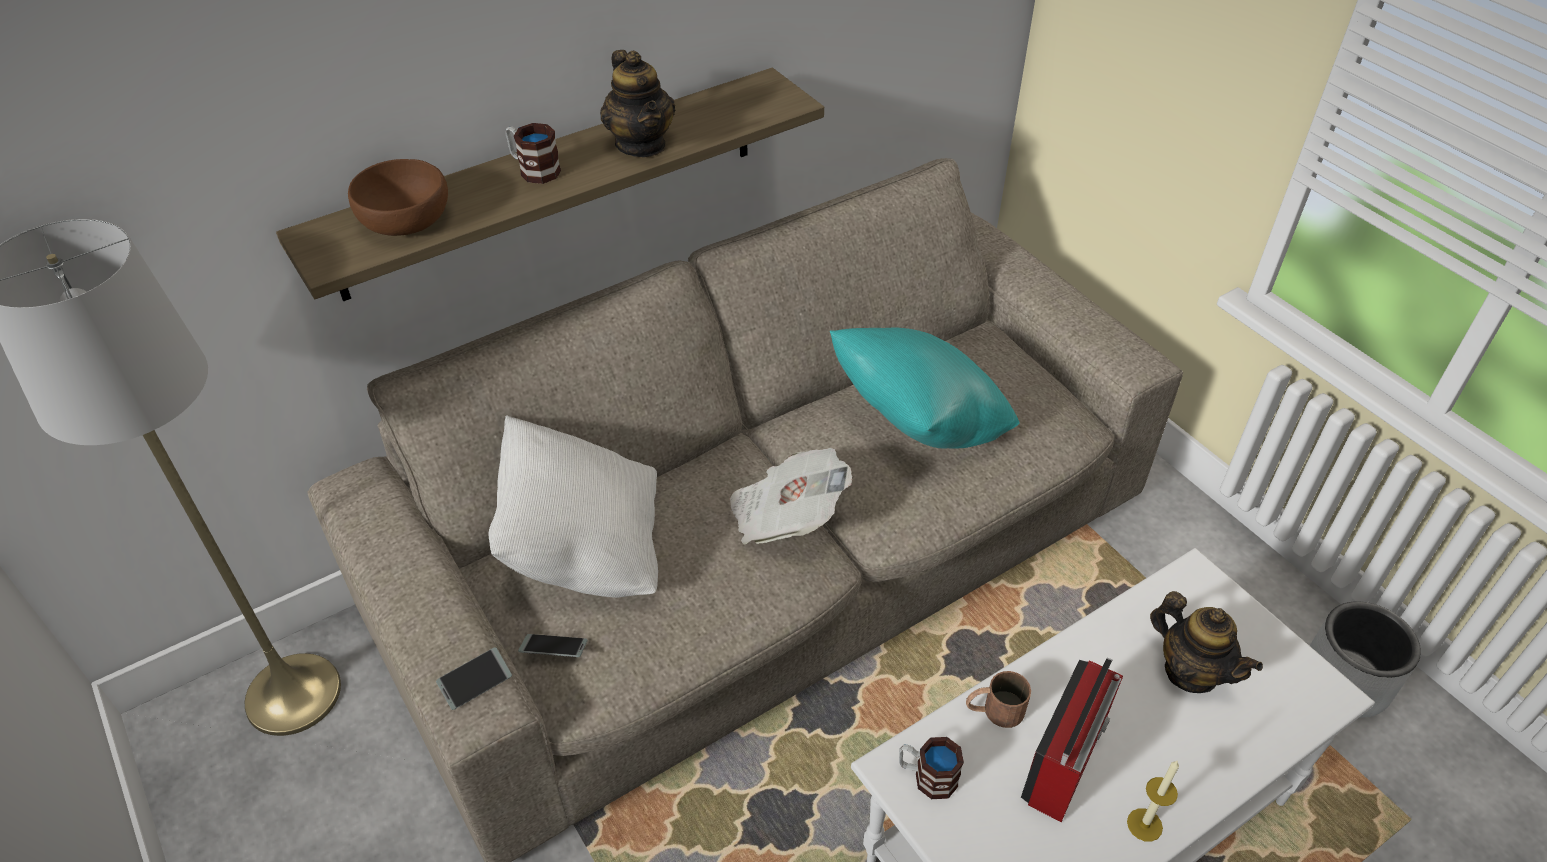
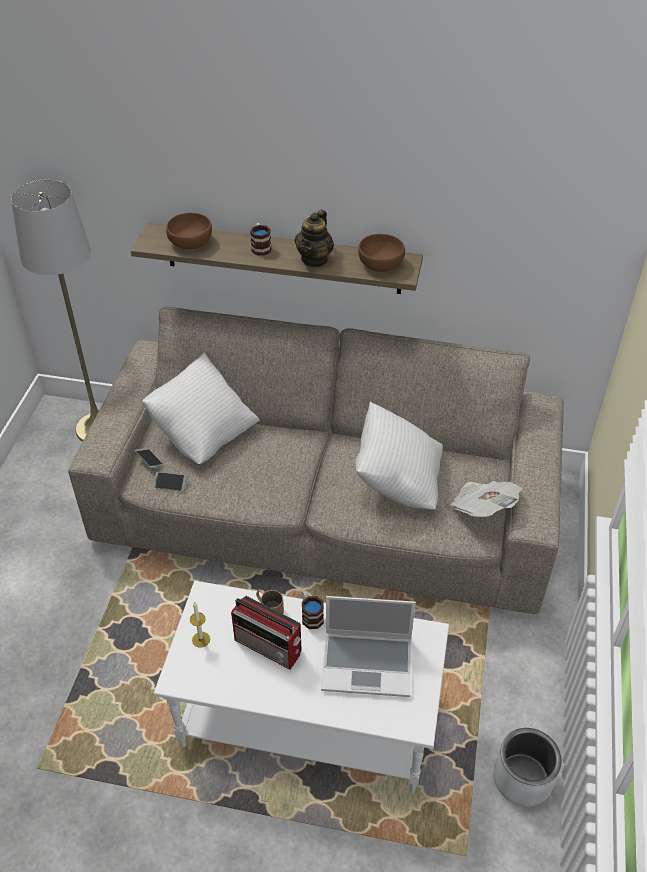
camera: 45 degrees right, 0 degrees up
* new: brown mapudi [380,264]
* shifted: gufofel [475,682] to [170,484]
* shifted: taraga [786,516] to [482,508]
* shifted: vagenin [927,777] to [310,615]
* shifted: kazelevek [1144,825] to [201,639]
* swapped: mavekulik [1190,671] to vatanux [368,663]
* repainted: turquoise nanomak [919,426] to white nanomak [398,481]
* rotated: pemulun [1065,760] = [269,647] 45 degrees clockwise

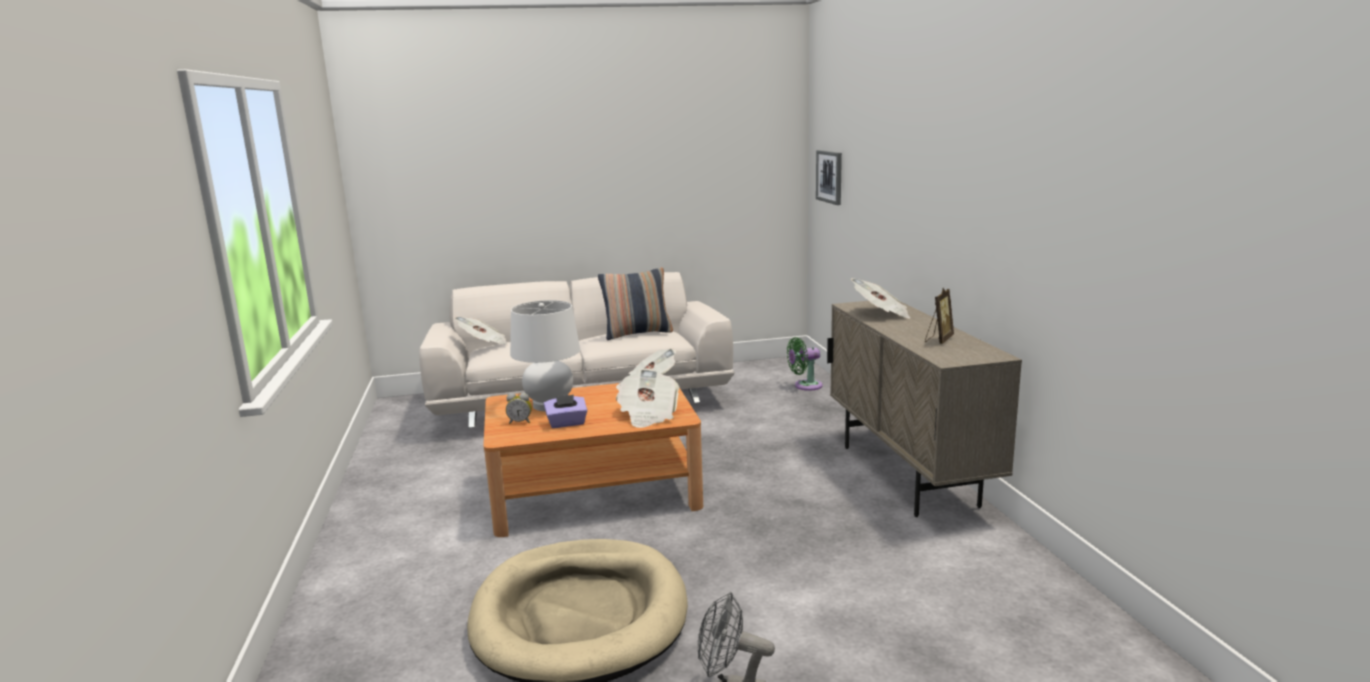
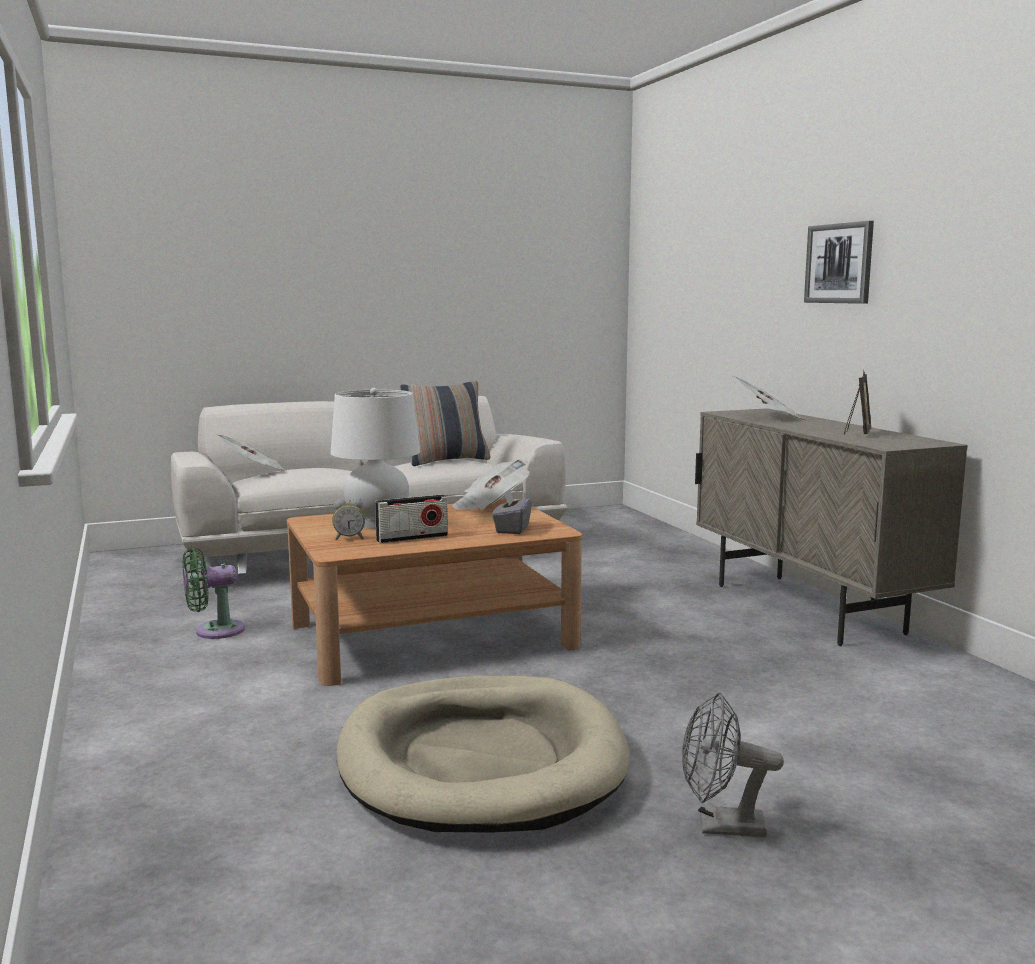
camera: 10 degrees left, 5 degrees down
* shifted: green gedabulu [805,386] to [214,631]
* shifted: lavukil [830,176] to [839,263]
* swapped: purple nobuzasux [566,423] to pemulun [412,538]
* swapped: taraga [648,415] to grey nobuzasux [512,529]

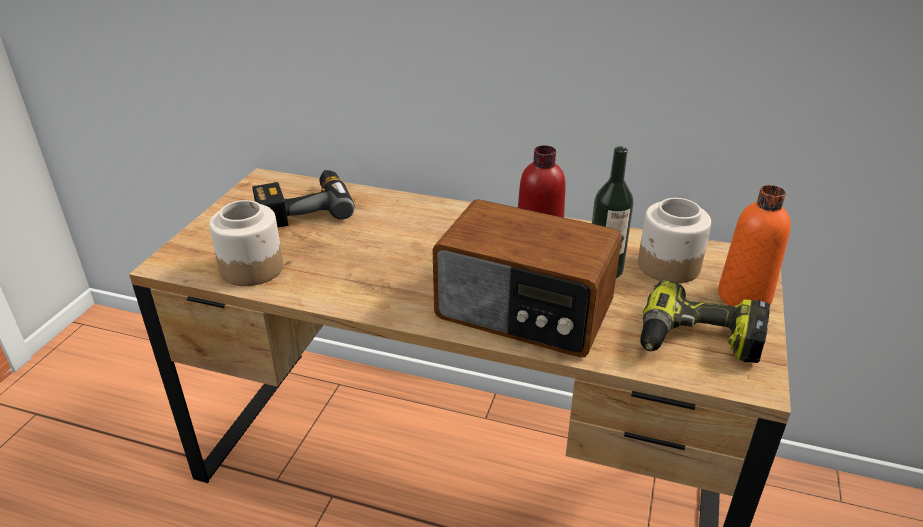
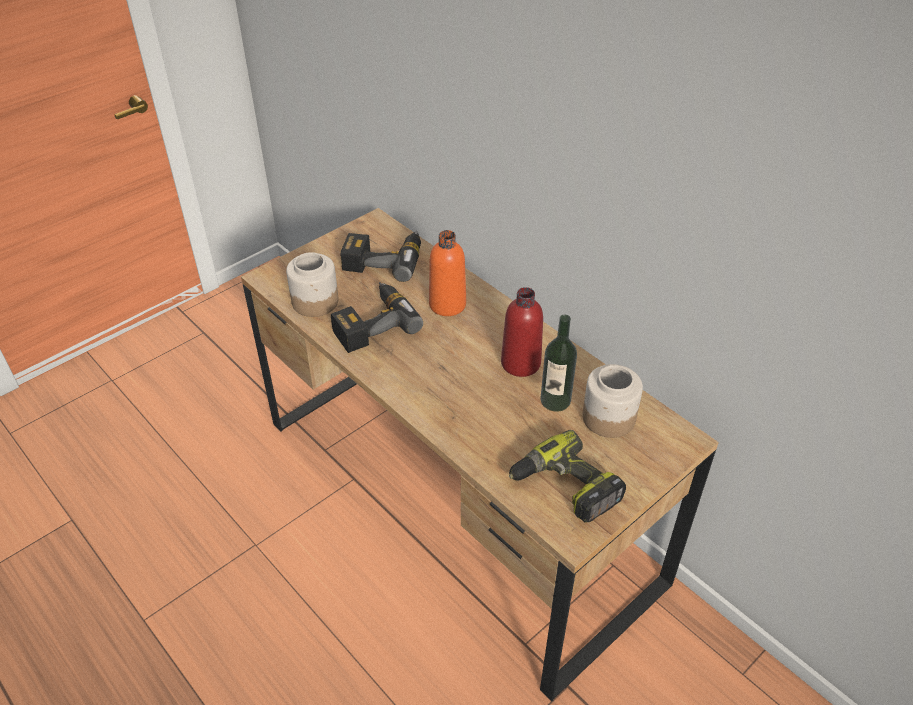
camera: 30 degrees right, 10 degrees up
* gone: pemulun [524,312]
* new: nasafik [372,323]
* shifted: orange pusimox [744,297] to [447,304]

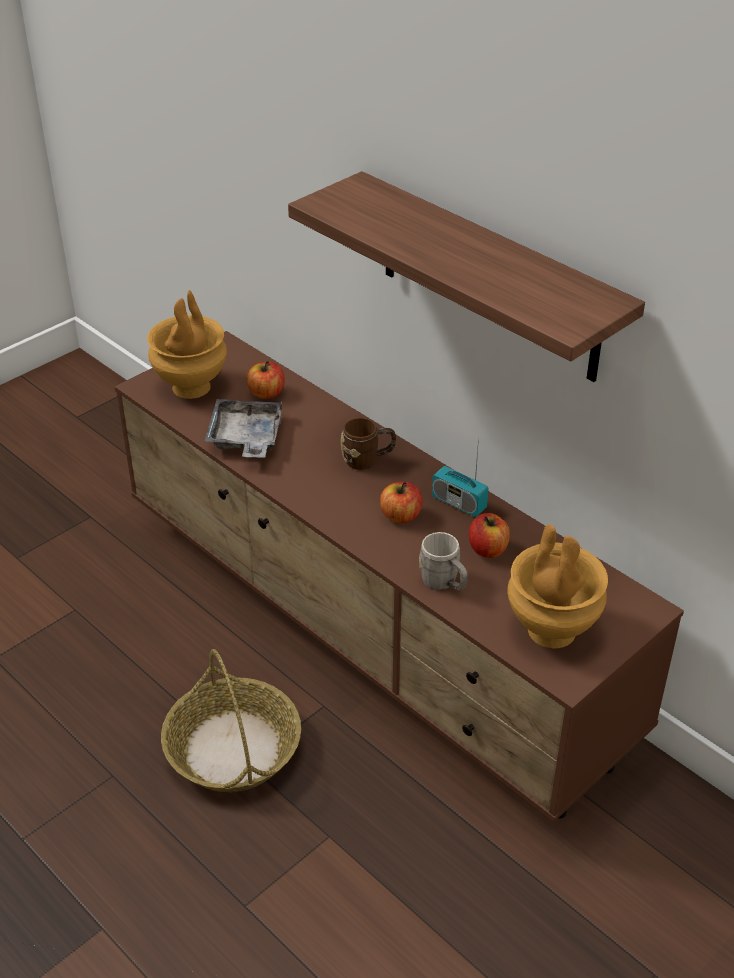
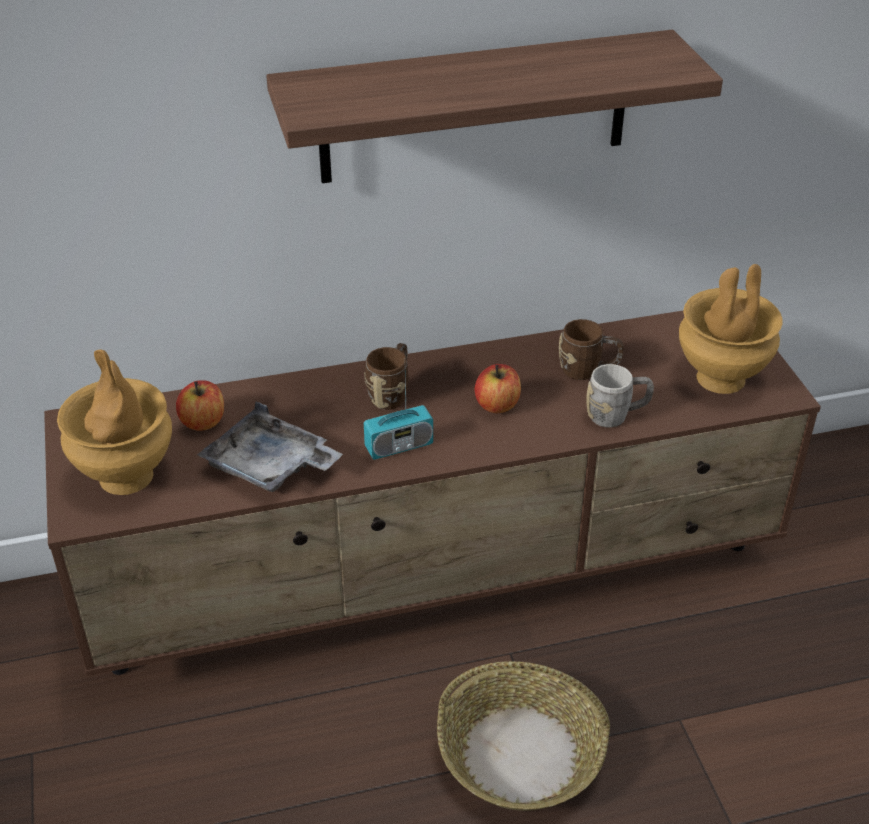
camera: 60 degrees left, 0 degrees up
* shifted: pemulun [459,503] to [399,446]
* swapped: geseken [488,549] to brown vagenin [588,371]

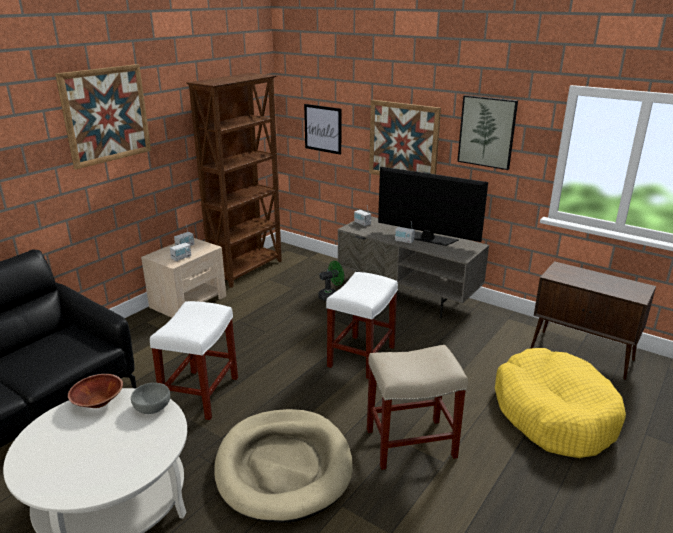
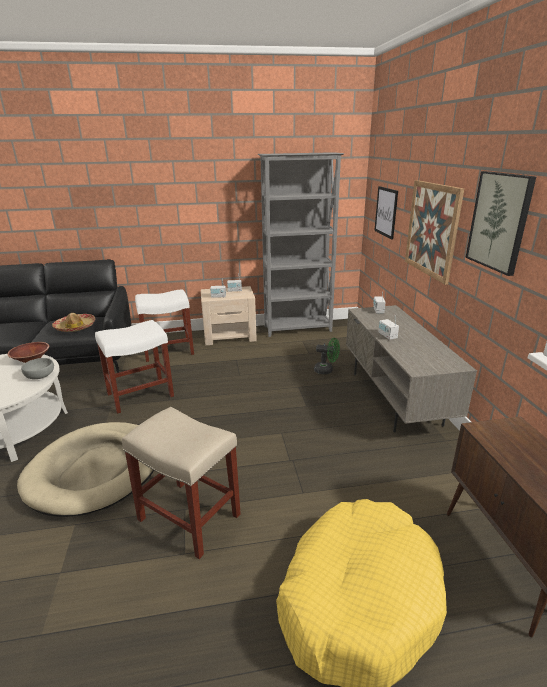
camera: 45 degrees right, 0 degrees up
* gone: lavukil [106,115]
* gone: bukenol [427,238]
* new: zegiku [75,327]
* shifted: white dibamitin [361,357] to [167,351]
* repainted: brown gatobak [247,270] to grey gatobak [298,329]

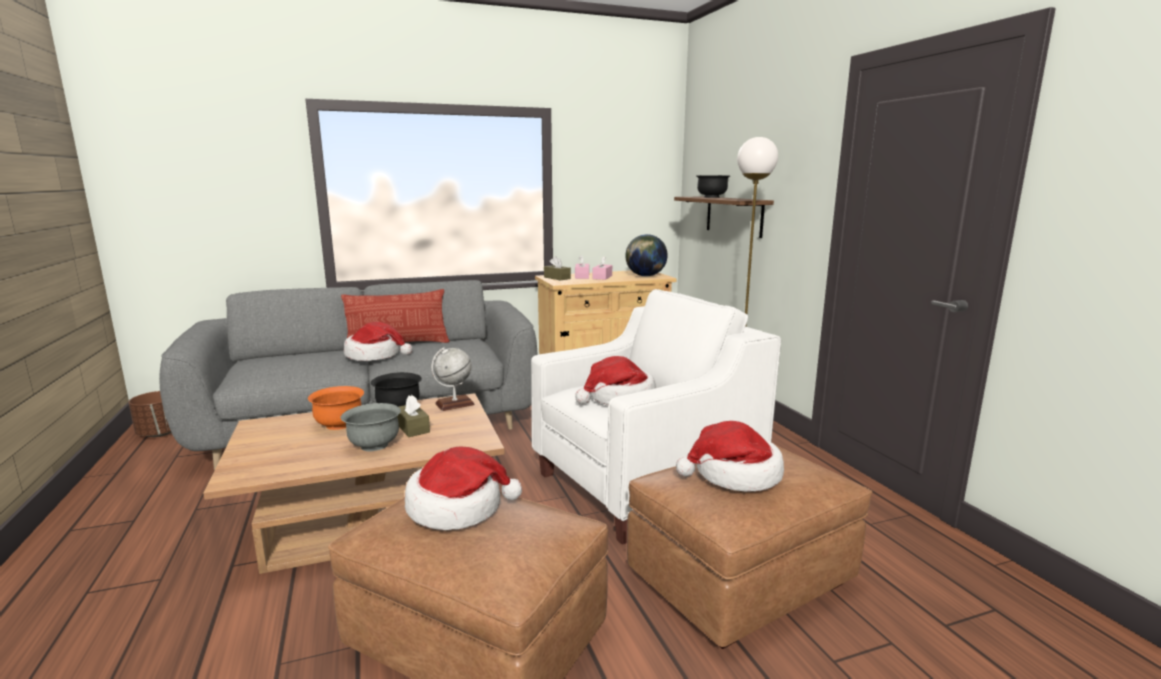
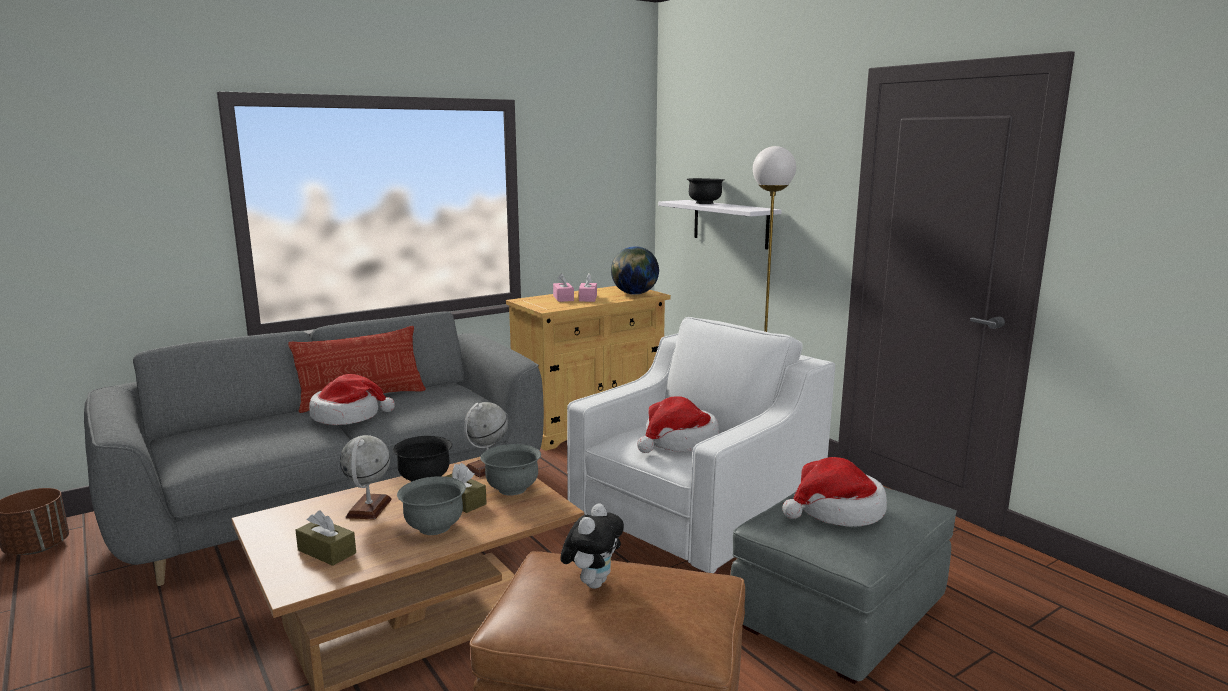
camera: 15 degrees left, 0 degrees up
* new: grey mapudi [512,489]
* shifted: brown nobuzasux [557,278] to [327,552]
* swapped: orange mapudi [339,425] to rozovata [369,508]
* swapped: zegiku [458,507] to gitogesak [593,582]
* repainted: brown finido [741,580] to grey finido [839,616]
* repainted: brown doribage [734,216] to white doribage [730,223]

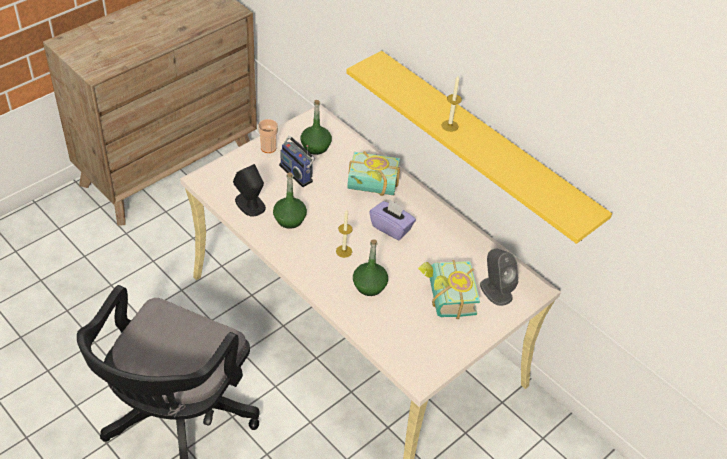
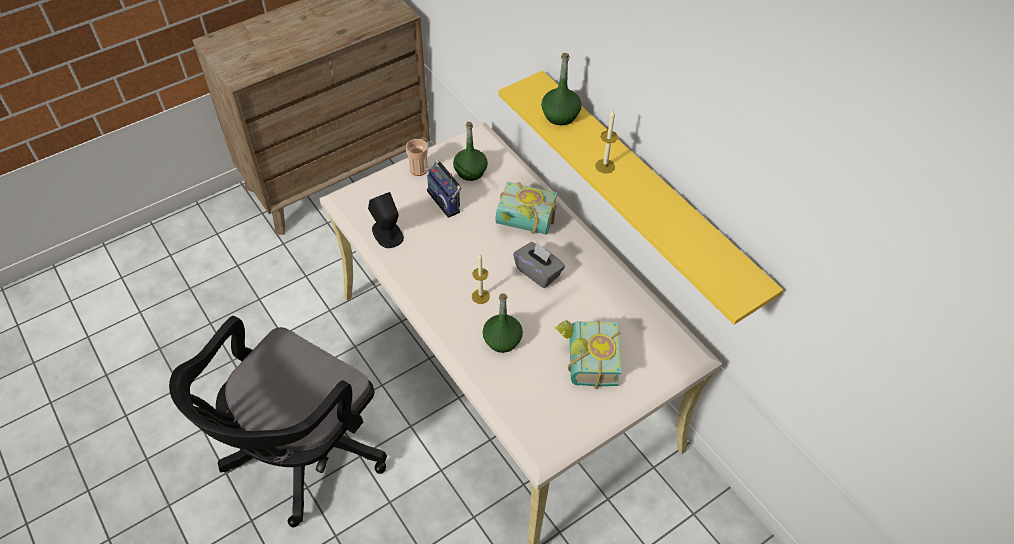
camera: 10 degrees right, 5 degrees up
* gone: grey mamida [495,290]
* shifted: green pusimox [289,219] to [560,115]
* repainted: purple nobuzasux [391,228] to grey nobuzasux [538,272]

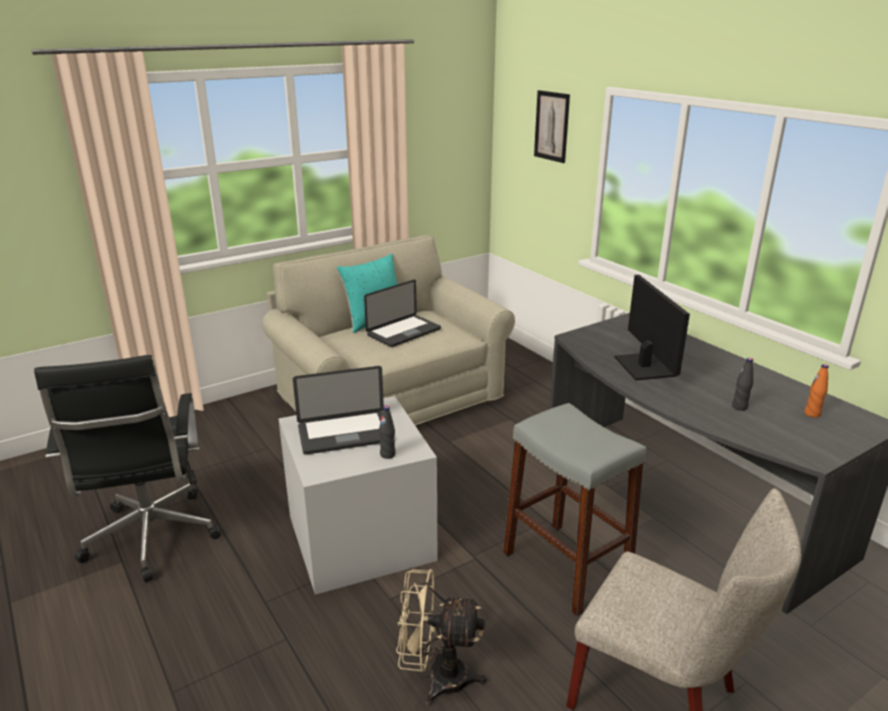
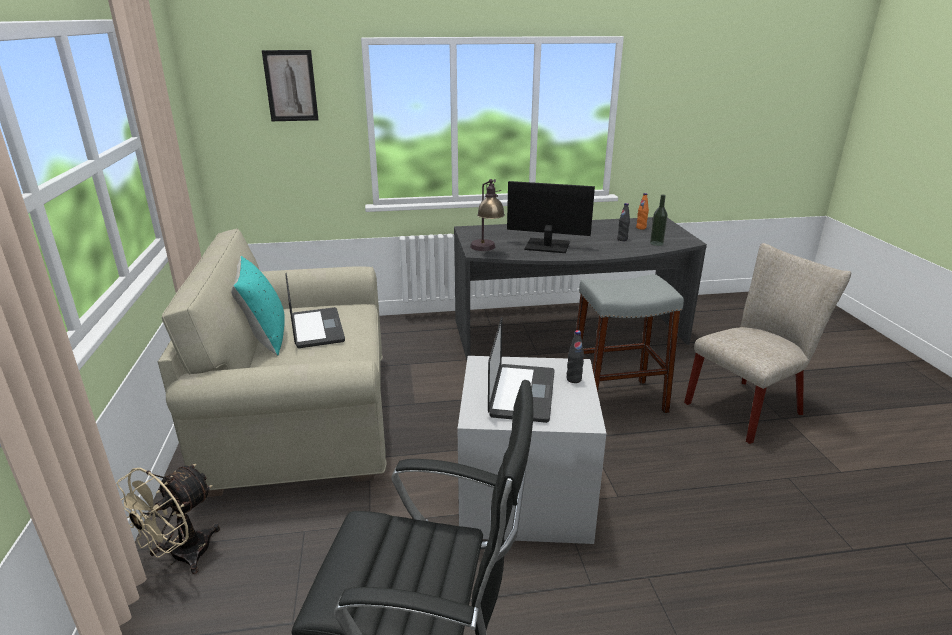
camera: 65 degrees left, 0 degrees up
* new: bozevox [486,249]
* new: pusimox [656,243]
* shifted: beige gedabulu [437,677] to [181,557]

